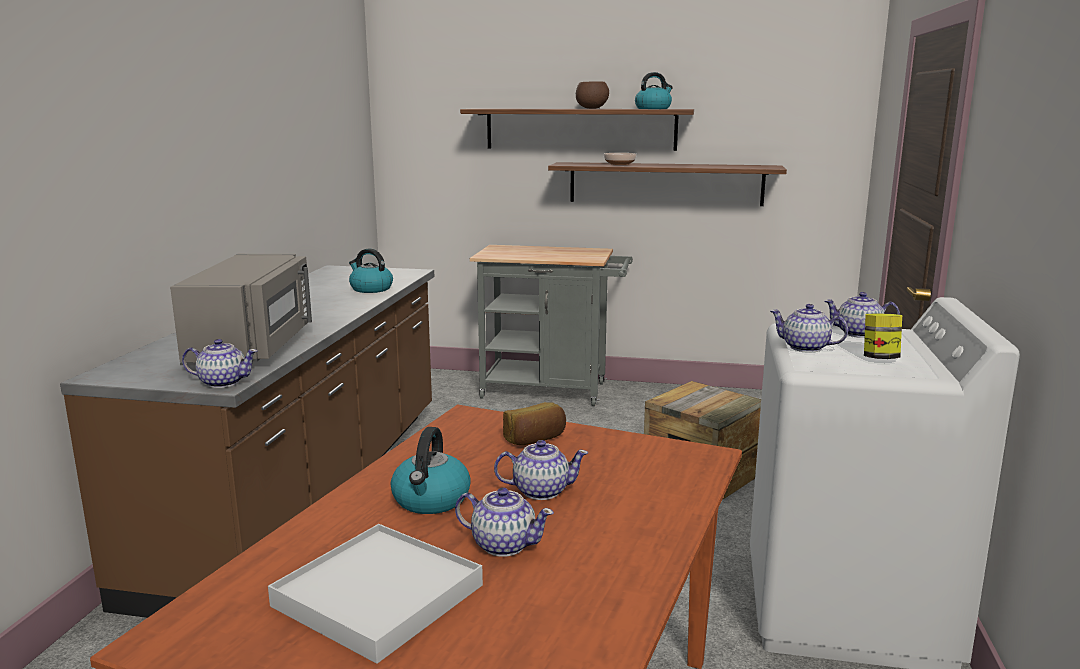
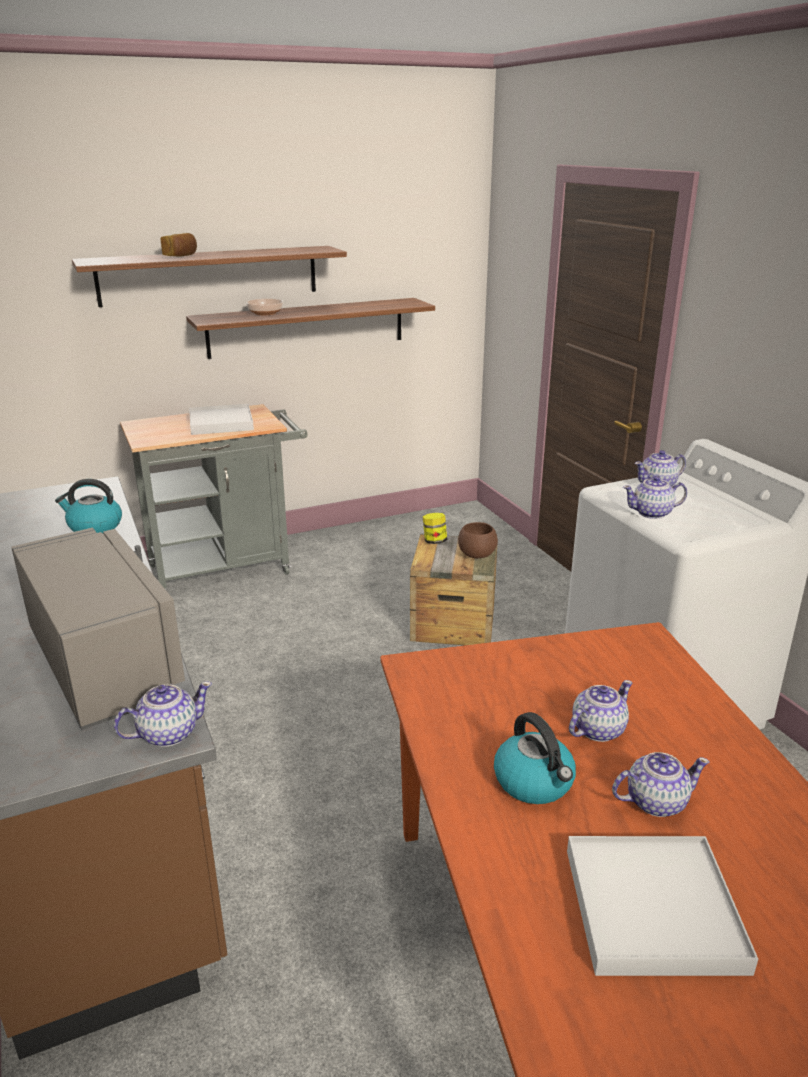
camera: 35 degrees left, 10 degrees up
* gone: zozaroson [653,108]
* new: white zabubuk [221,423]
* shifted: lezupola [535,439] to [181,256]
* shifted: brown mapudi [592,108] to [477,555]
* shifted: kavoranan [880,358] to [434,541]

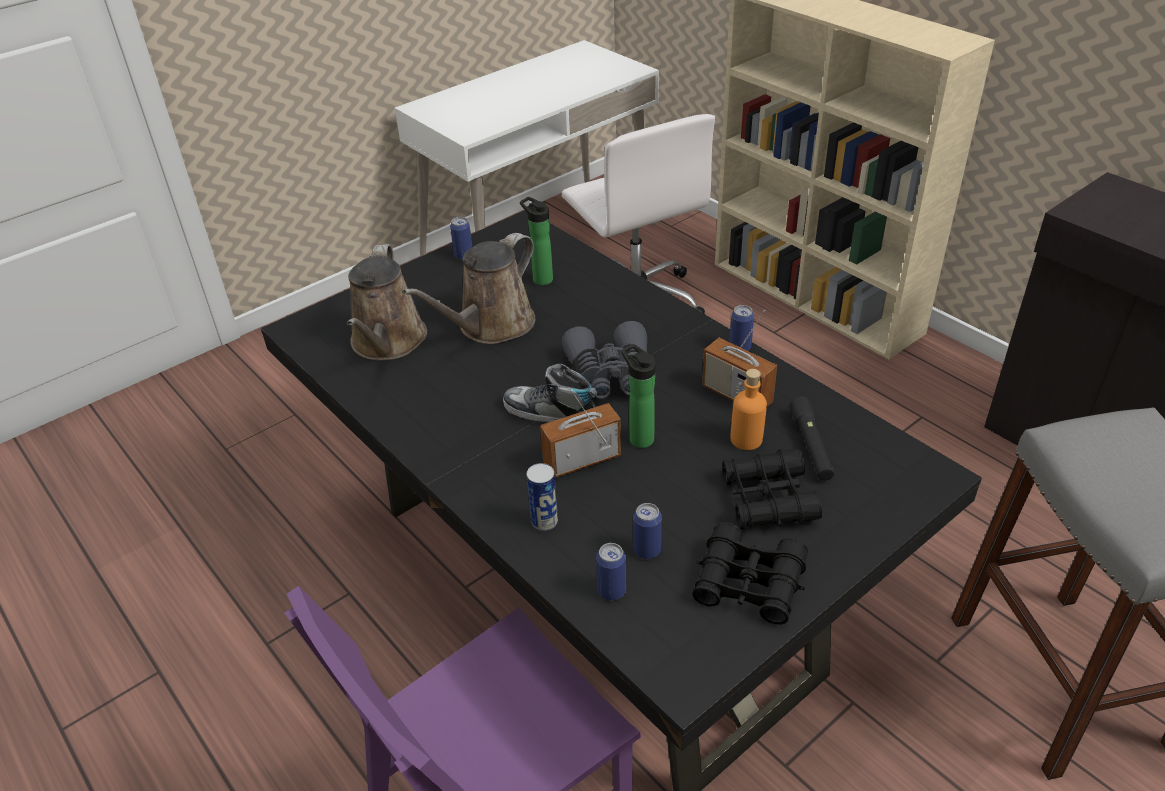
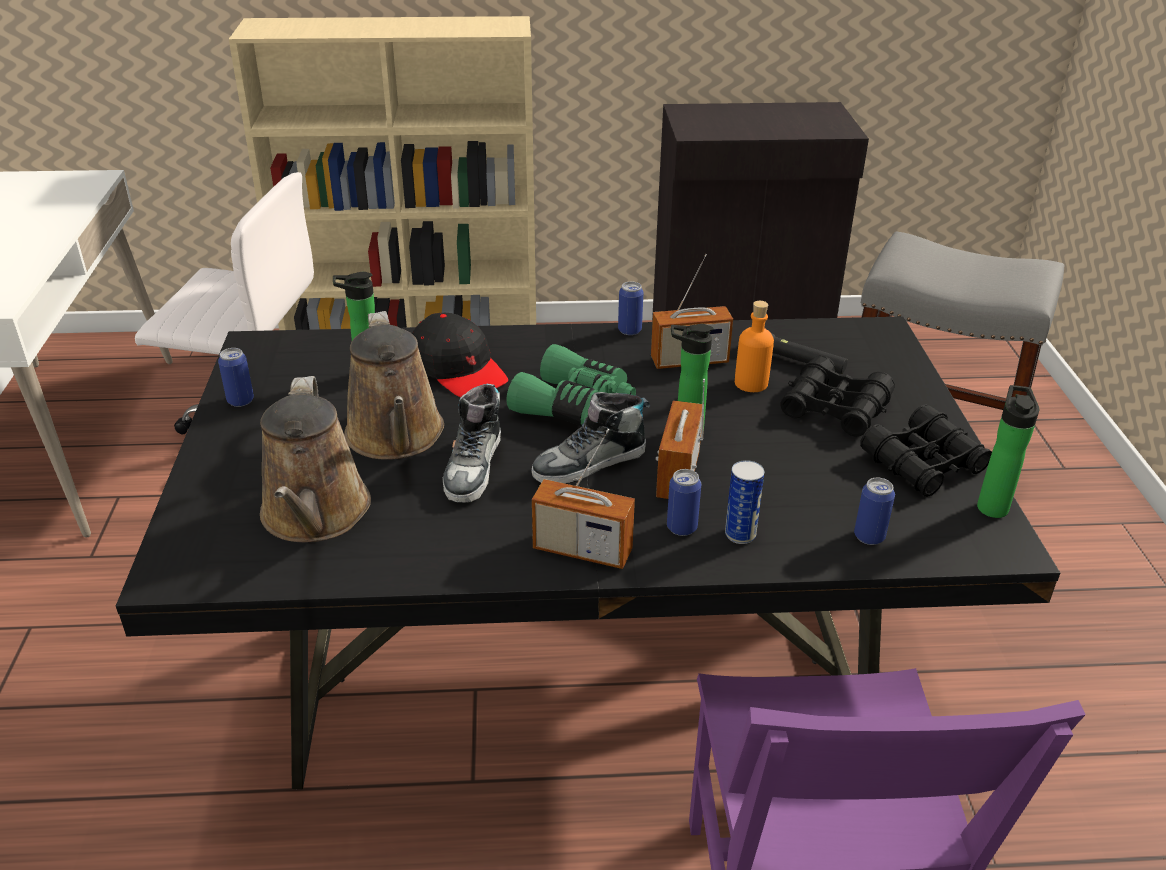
camera: 55 degrees left, 5 degrees down
* new: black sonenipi [459,369]
* new: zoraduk [474,467]
* new: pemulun [582,550]
* new: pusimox [992,505]
* shifted: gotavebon [647,550] to [681,527]
* repainted: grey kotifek [610,375] to green kotifek [576,406]
* rotated: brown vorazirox [387,343] = [315,516] 45 degrees clockwise

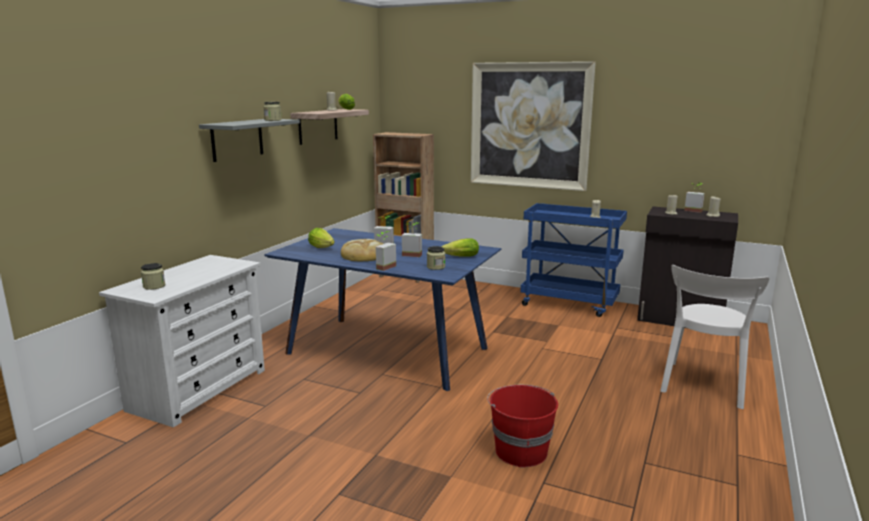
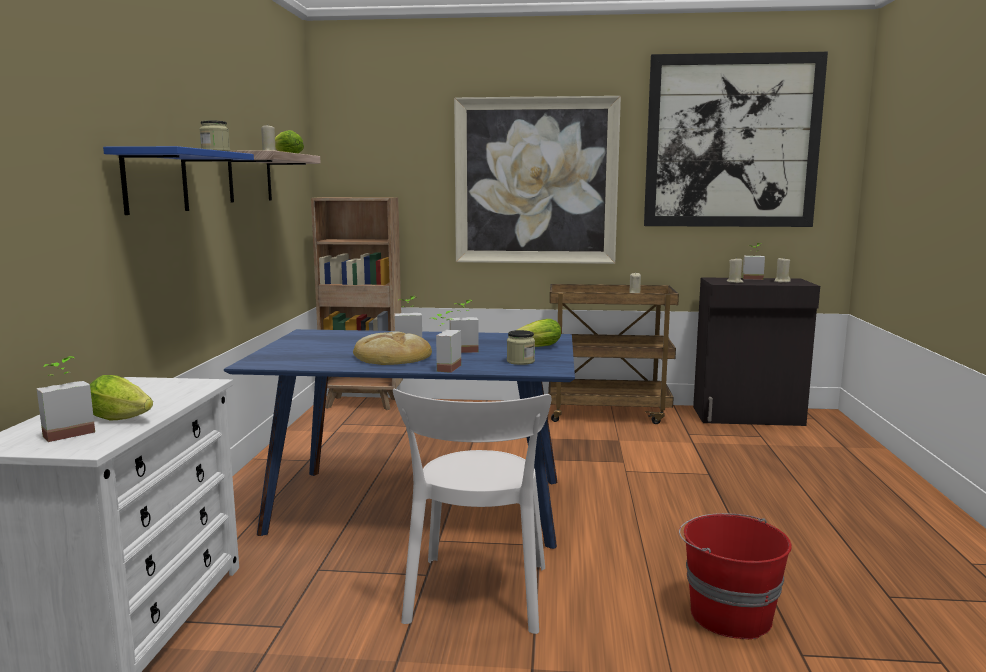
camera: 20 degrees left, 5 degrees down
* new: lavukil [731,142]
* shifted: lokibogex [322,247] to [122,418]
* shifted: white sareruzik [703,386] to [477,597]
* swapped: kavoranan [154,286] to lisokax [66,432]
* repainted: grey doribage [237,139] to blue doribage [155,182]
* repainted: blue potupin [570,303] to brown potupin [608,413]

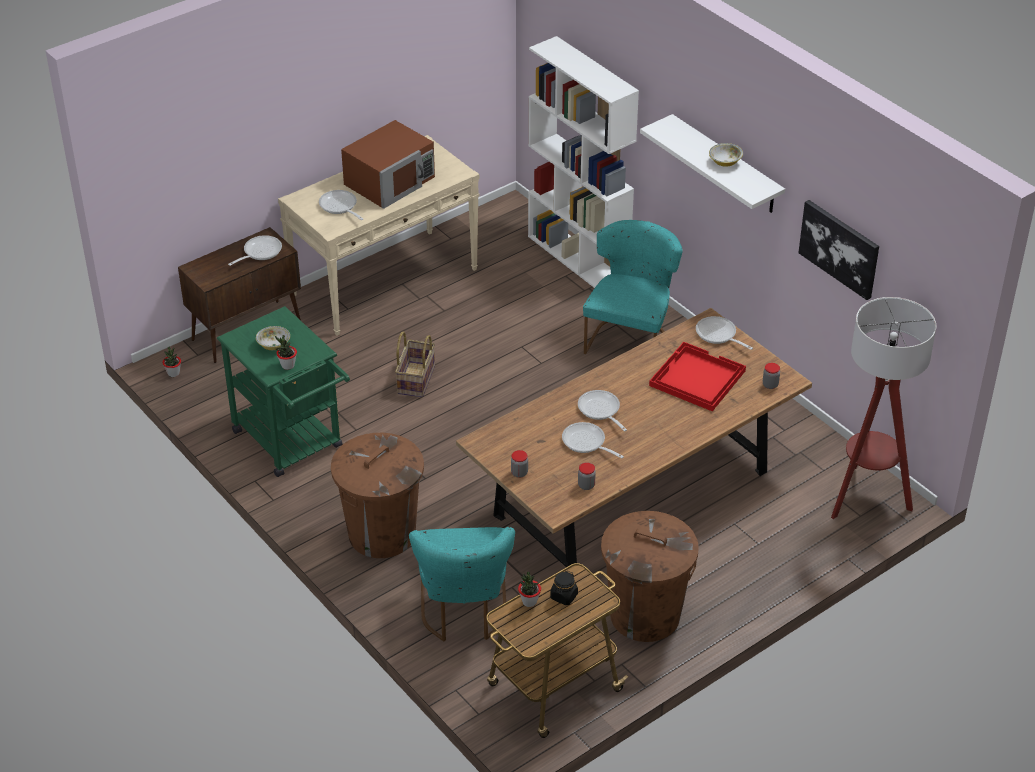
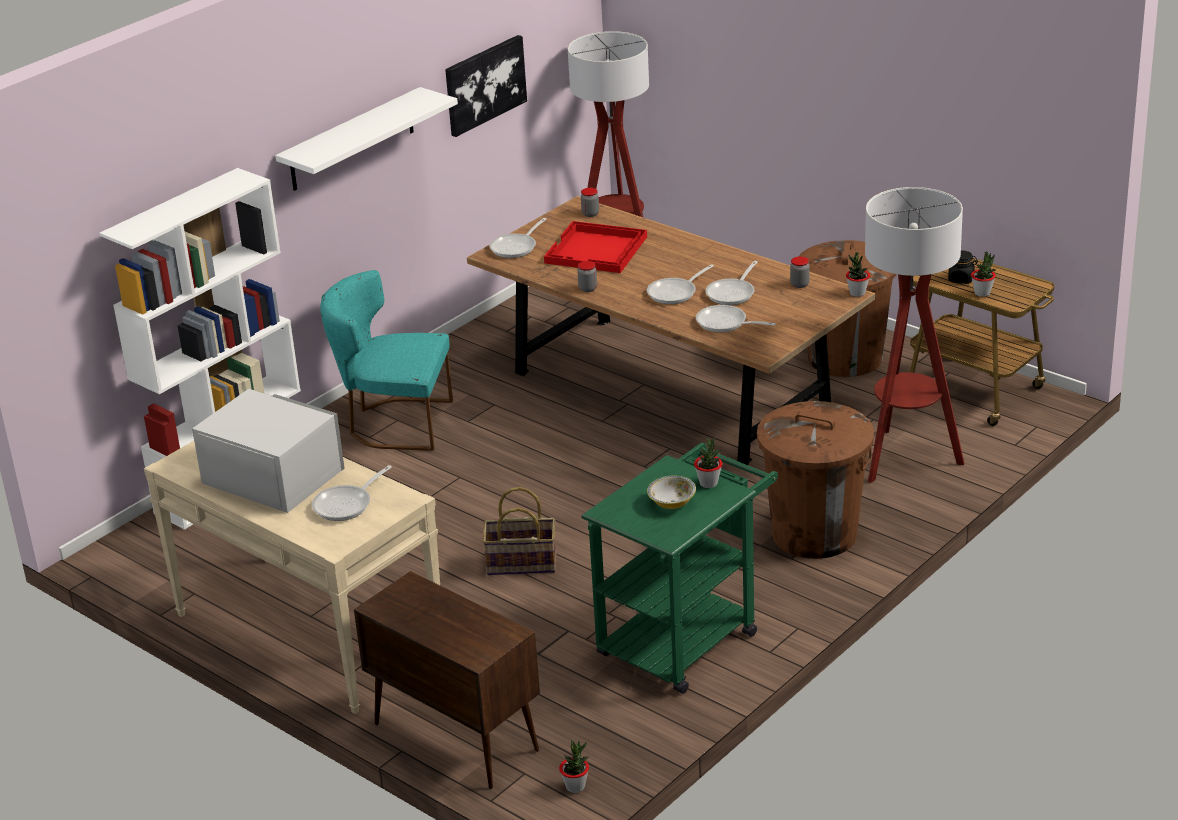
camera: 100 degrees left, 10 degrees down
* gone: mapudi [725,162]
* new: lisokax [857,293]
* shifted: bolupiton [259,252] to [725,324]
* shifted: kavoranan [519,473] to [587,288]
* swapped: turquoise sareruzik [464,613] to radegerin [905,458]
* repainted: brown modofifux [390,181] to white modofifux [272,475]

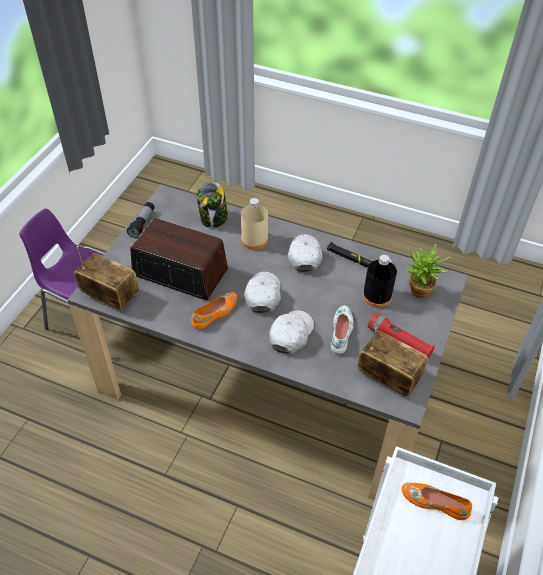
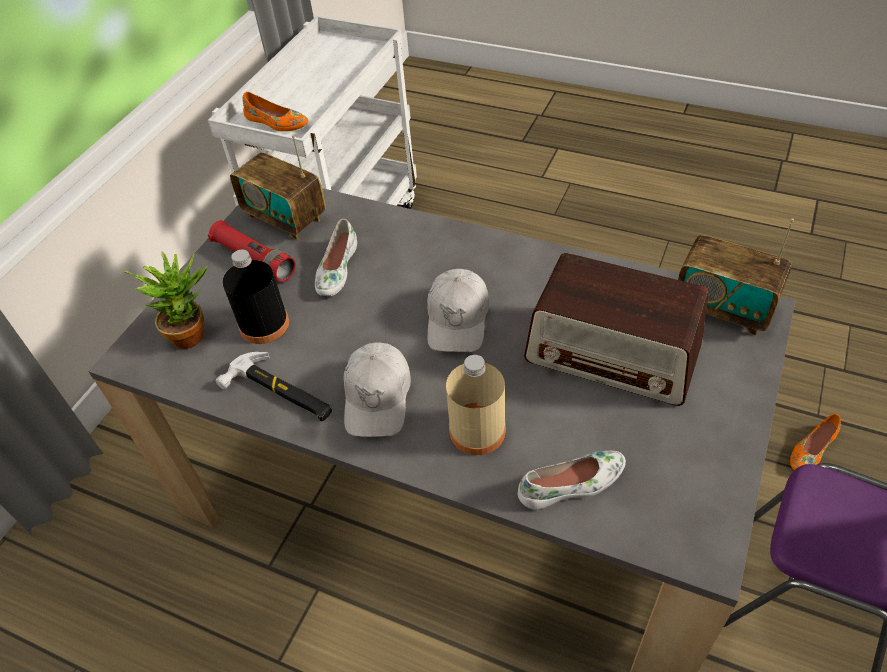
camera: 175 degrees left, 0 degrees up
* gone: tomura [142,224]
* gone: white sonenipi [291,334]
* shifted: orange zoraduk [215,313] to [811,449]
* swapped: kavoranan [214,218] to white zoraduk [572,485]

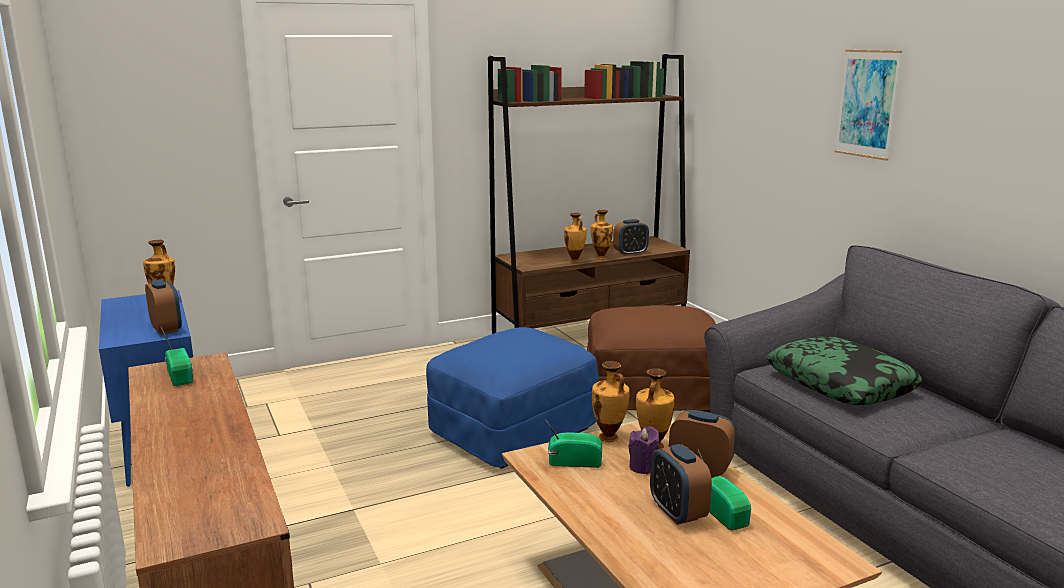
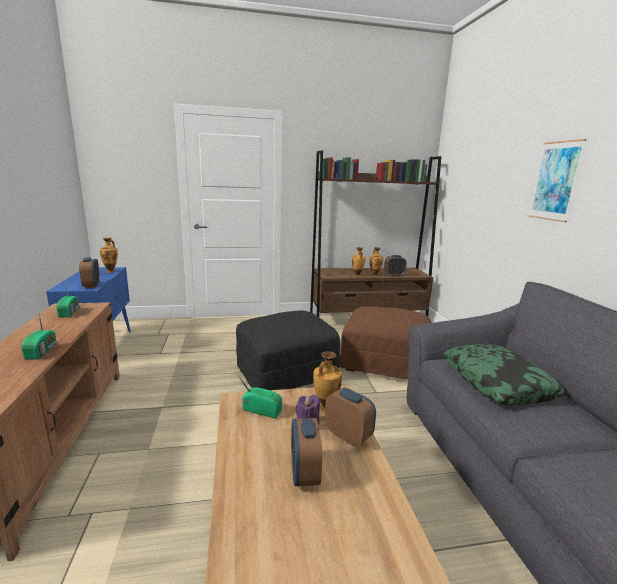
camera: 15 degrees right, 0 degrees up
* gone: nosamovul [609,438]
* shifted: pemulun [722,513] to [42,351]
* repainted: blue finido [513,431] to black finido [286,373]

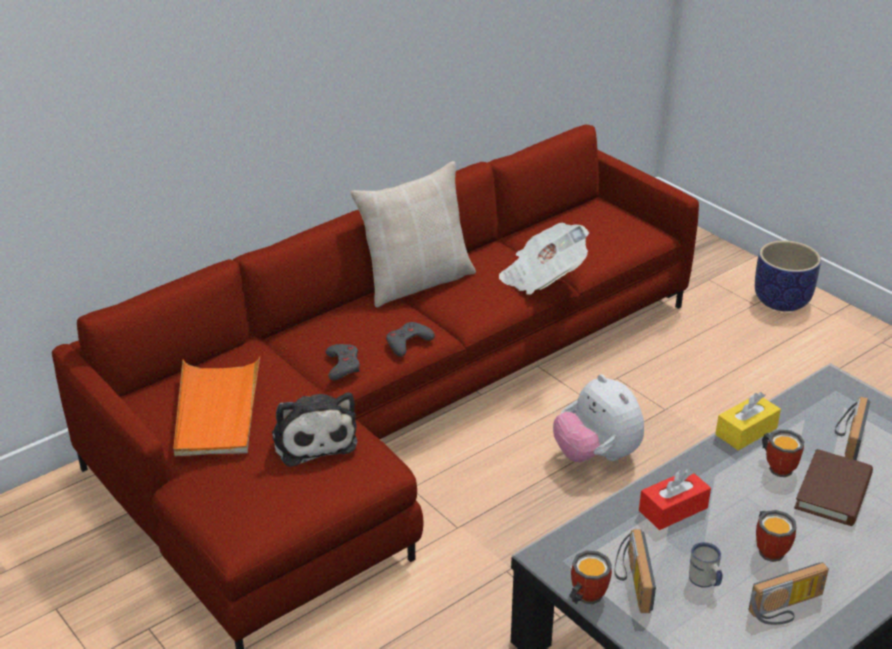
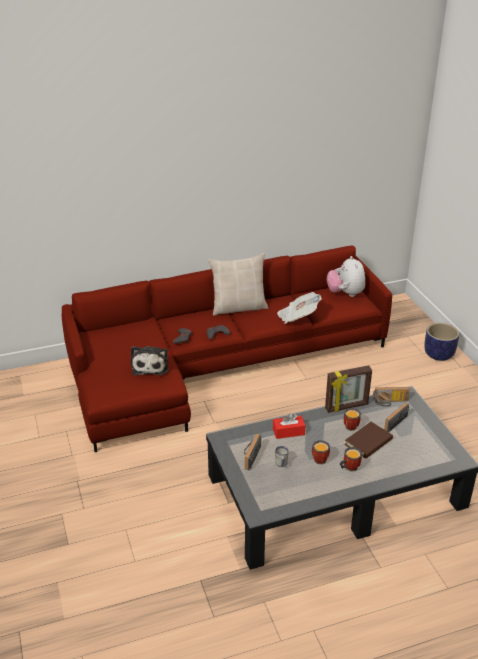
camera: 20 degrees right, 0 degrees up
* gone: orange zabubuk [217,411]
* shifted: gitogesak [596,455] to [345,293]
* shifted: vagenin [584,596] to [348,467]
* shifted: pemulun [787,609] to [390,402]
* swapped: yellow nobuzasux [746,431] to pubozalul [346,407]

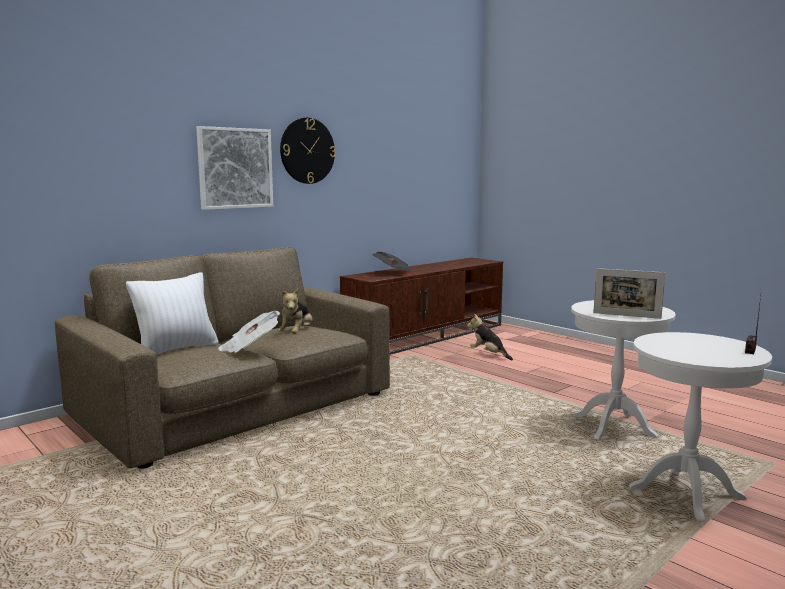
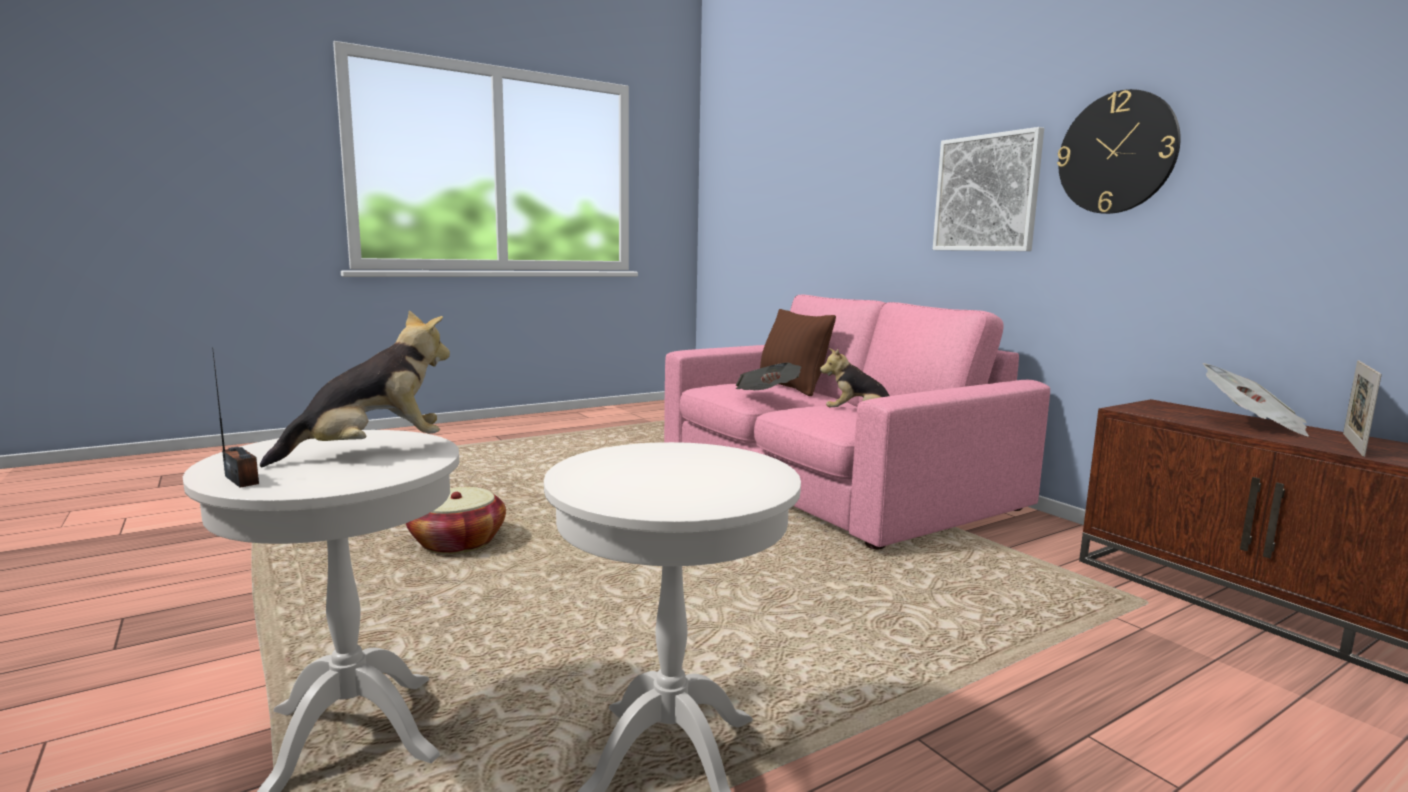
camera: 100 degrees right, 0 degrees up
* new: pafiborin [457,542]
* shifted: gitogesak [488,354] to [371,452]
* shifted: pubozalul [626,315] to [1353,444]
* repainted: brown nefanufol [236,405] to pink nefanufol [827,481]
* repainted: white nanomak [176,349] to brown nanomak [791,388]

